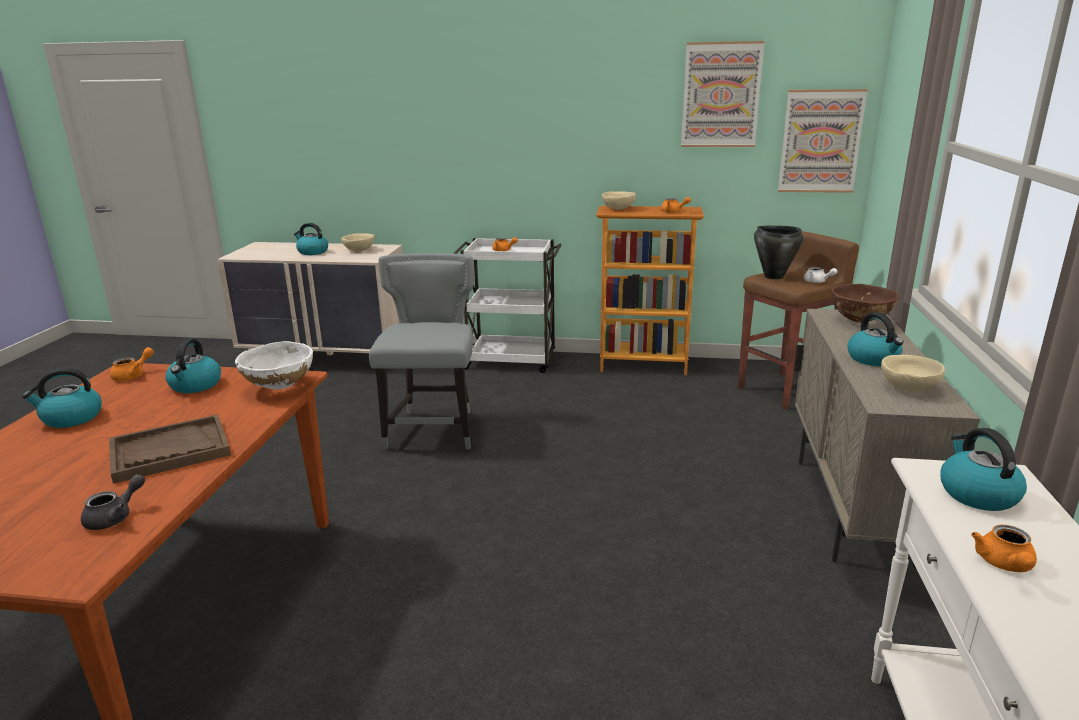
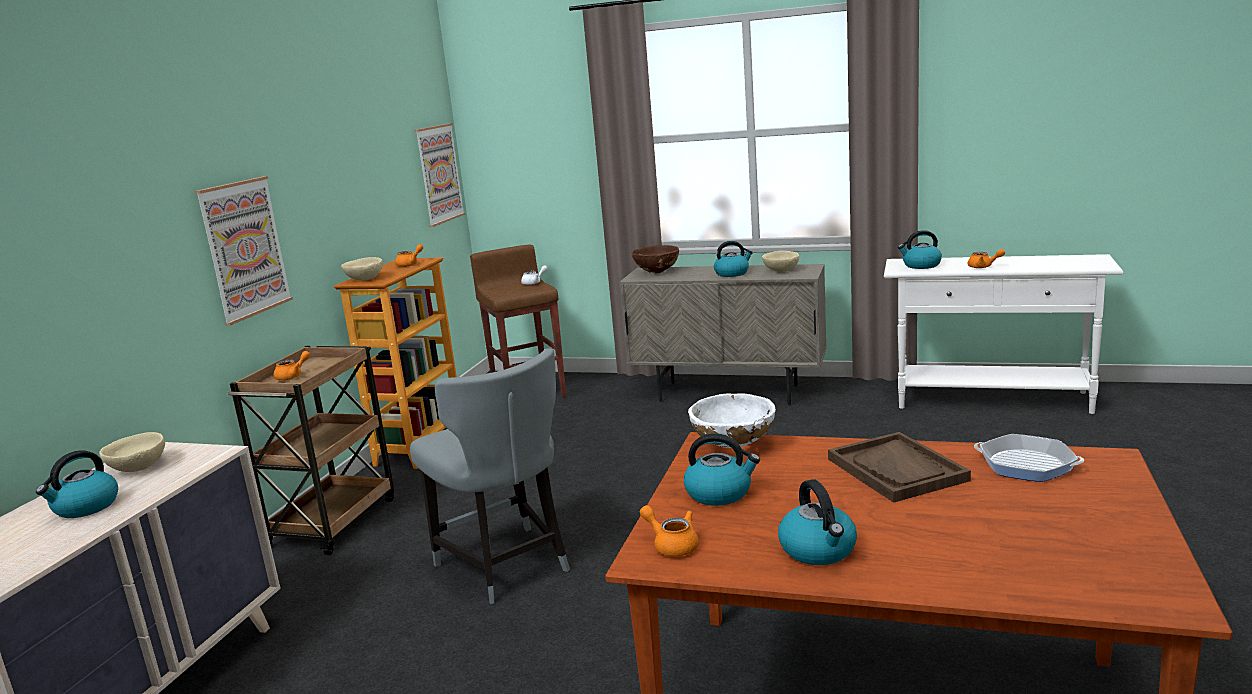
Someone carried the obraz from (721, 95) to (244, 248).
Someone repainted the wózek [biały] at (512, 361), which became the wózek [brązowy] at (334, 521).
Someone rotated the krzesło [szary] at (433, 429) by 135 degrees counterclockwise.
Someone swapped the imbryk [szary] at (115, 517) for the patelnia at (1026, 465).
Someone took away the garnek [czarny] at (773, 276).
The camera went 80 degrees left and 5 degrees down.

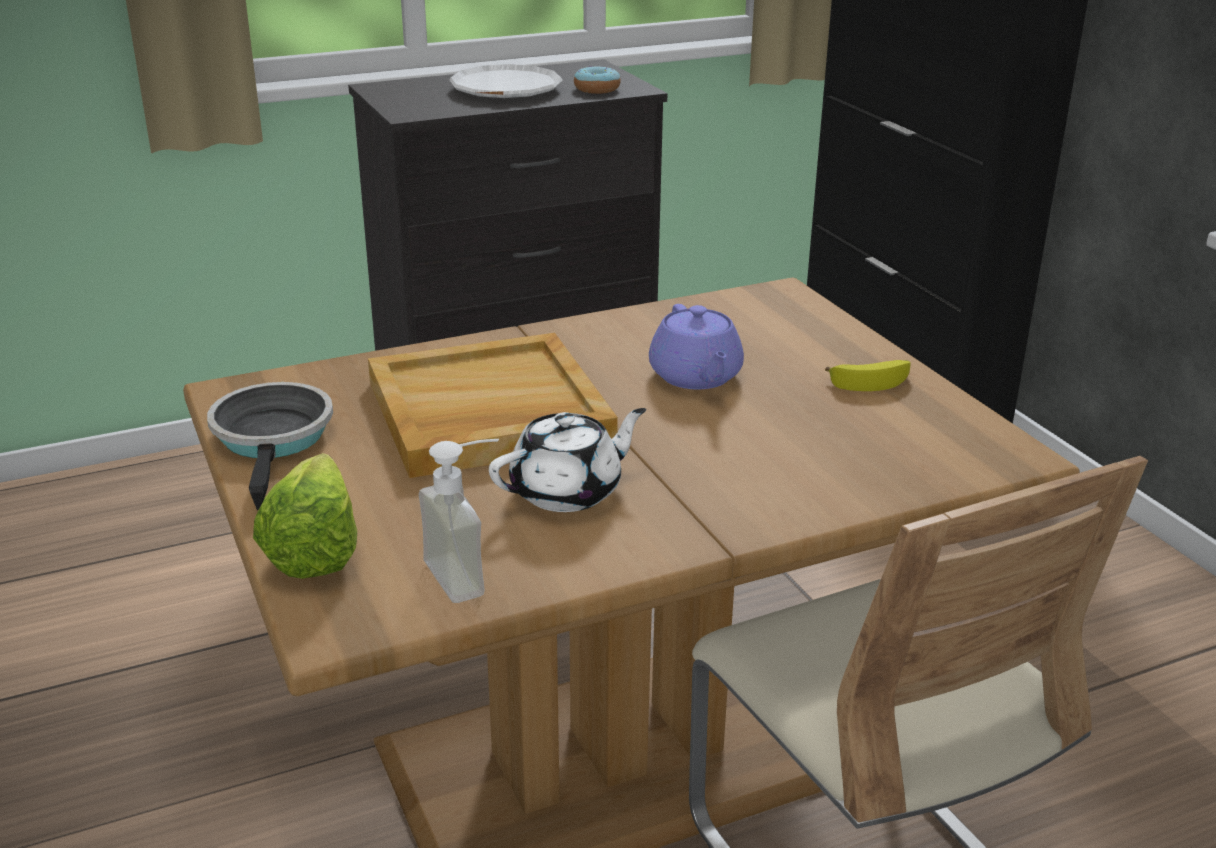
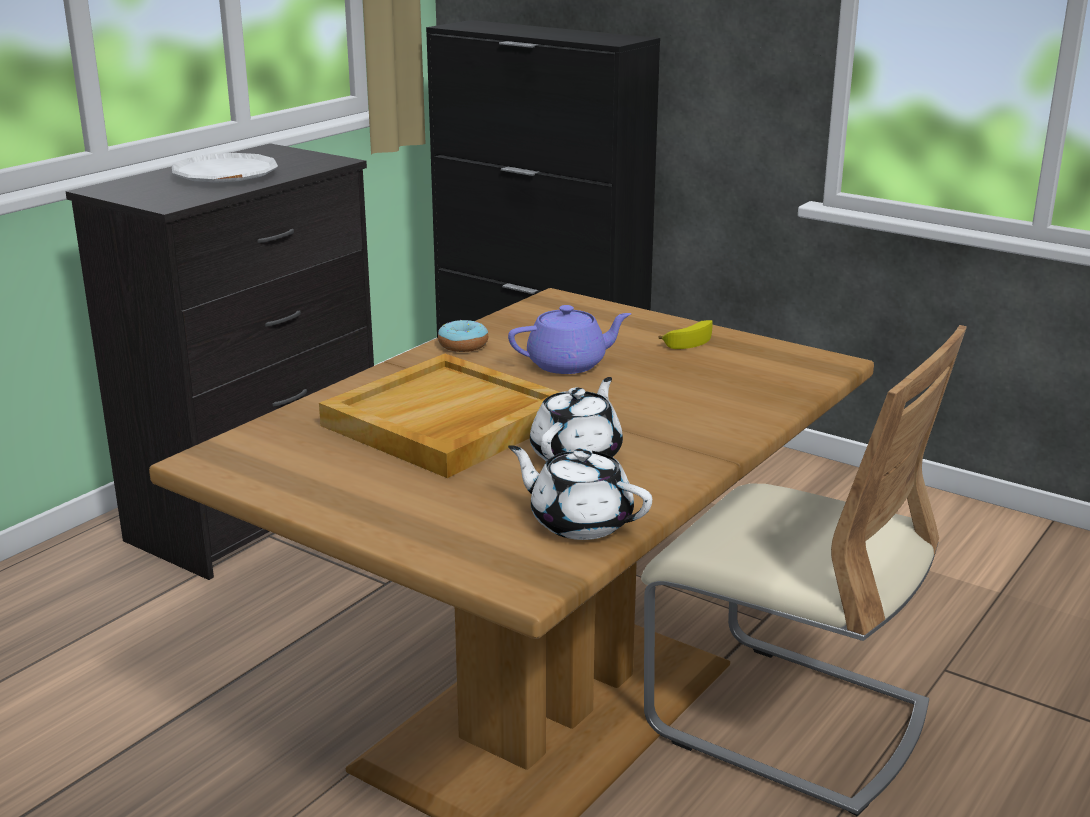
Someone carried the donut from (597, 89) to (463, 345).
Someone rotated the imbryk [fioletowy] at (696, 377) by 60 degrees counterclockwise.
Someone swapped the dozownik mydła at (470, 574) for the imbryk [biały] at (579, 522).
Someone took away the patelnia at (274, 440).
Someone took away the sałata at (320, 543).
The camera went 30 degrees left and 5 degrees down.

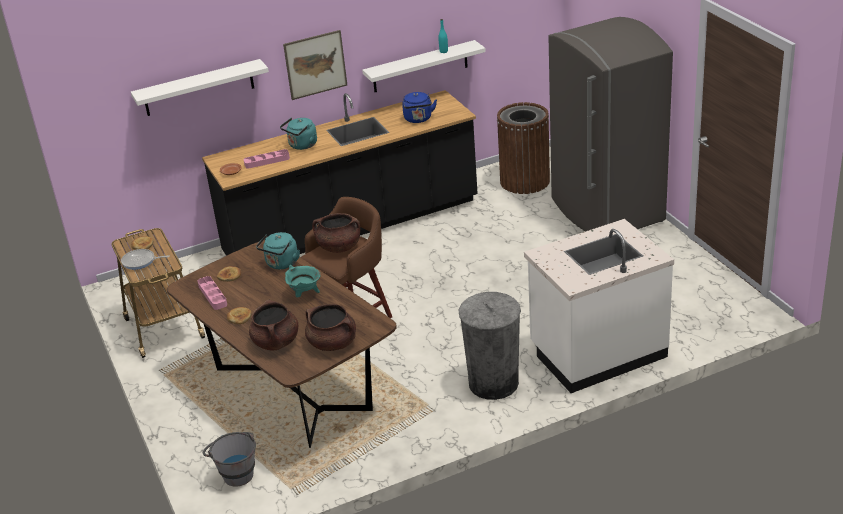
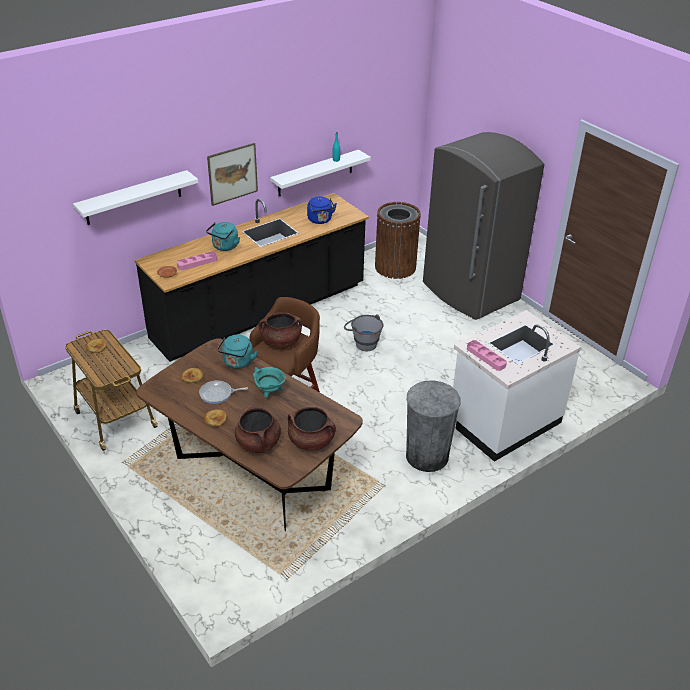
Someone carried the patelnia from (140, 261) to (218, 394).
Someone carried the wiadro [szary] from (235, 472) to (363, 342).
Someone carried the taca [różowy] from (212, 295) to (486, 357).
The camera went 15 degrees left and 5 degrees up.

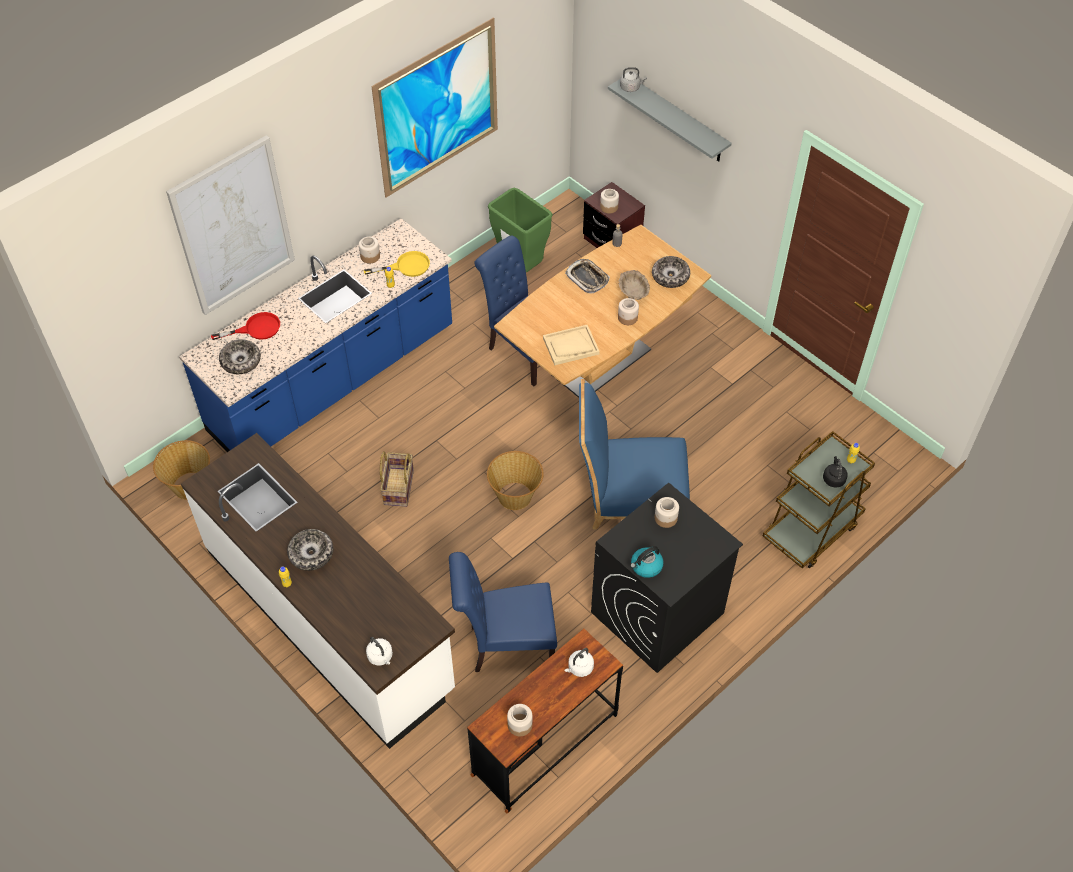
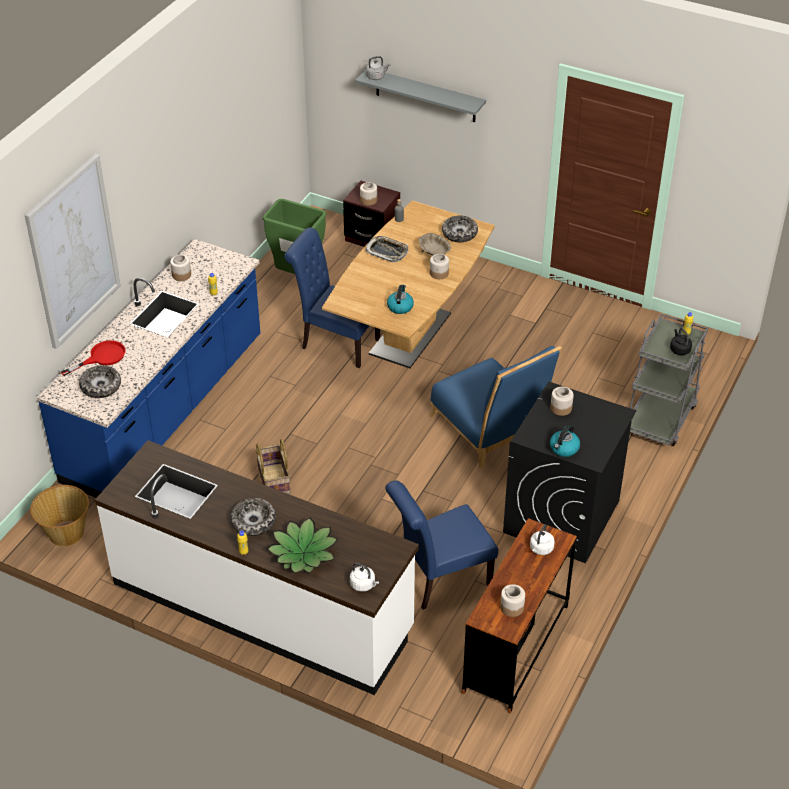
Someone put down the roślina doniczkowa at (303, 553).
Someone swapped the taca [beżowy] at (570, 346) for the czajnik at (400, 306).
Someone rotated the krzesło [niebieski] at (630, 495) by 105 degrees counterclockwise.
Someone repainted the wózek [brązowy] at (811, 530), which became the wózek [szary] at (660, 417).
Someone took away the patelnia [żółty] at (406, 266).
Someone took away the obraz at (438, 108).
Someone took away the koszyk at (515, 496).
The camera went 20 degrees left and 10 degrees down.

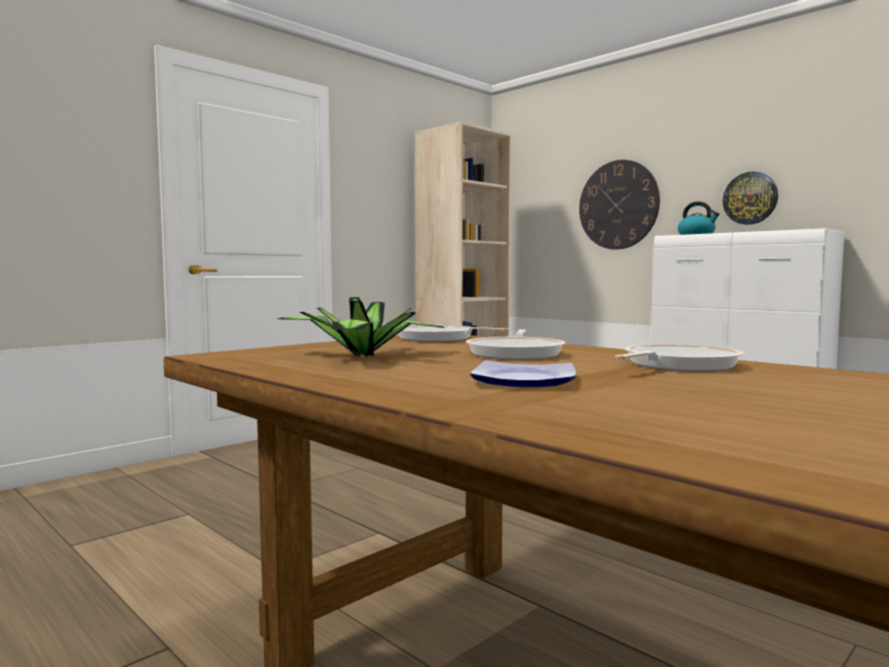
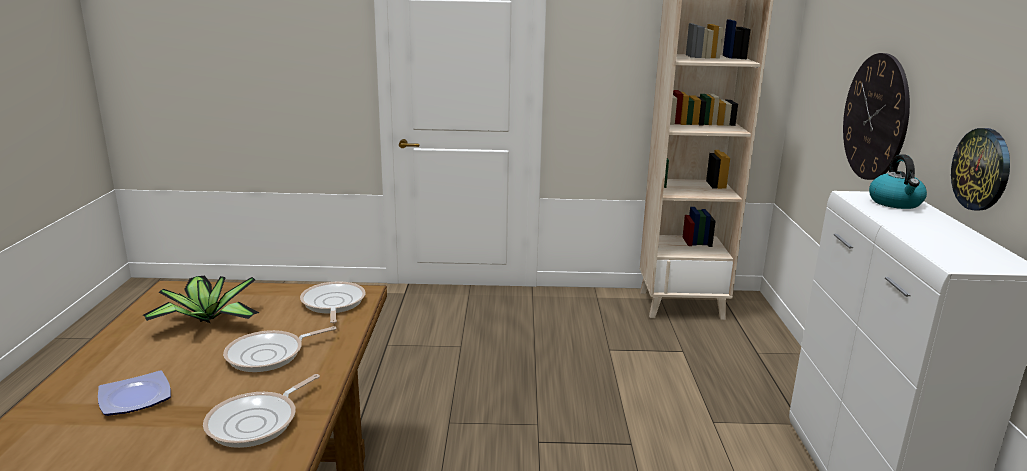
Someone rotated the patelnia at (676, 365) by 120 degrees clockwise.
The camera went 45 degrees right and 15 degrees up.

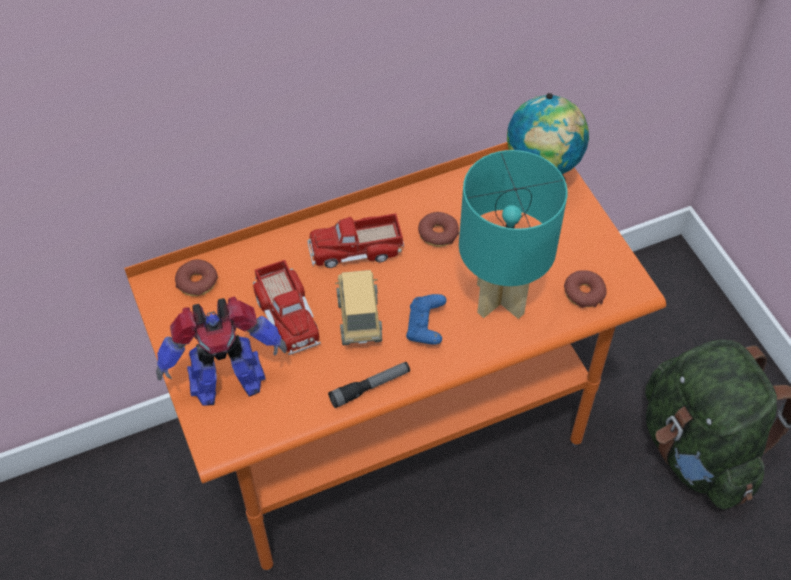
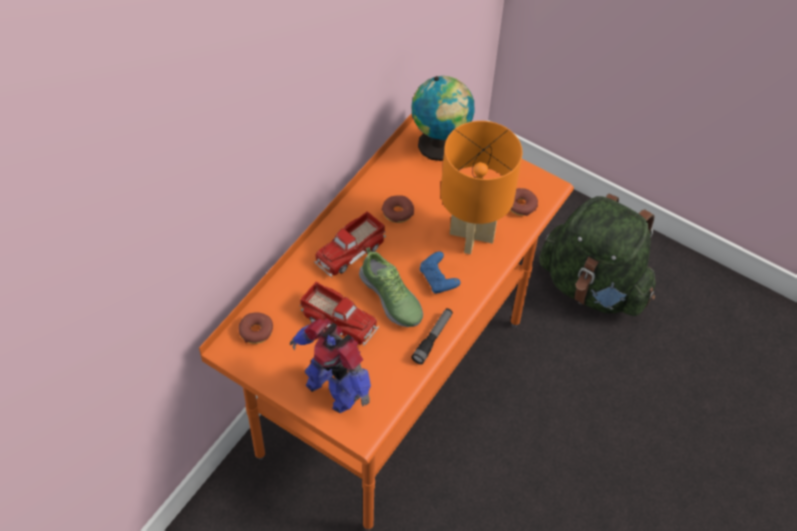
Someone rotated the robot zabawkowy at (226, 382) by 90 degrees clockwise.
Someone swapped the ciężarówka zabawkowa at (359, 321) for the but at (391, 298).
Someone repainted the lampa stołowa [turkusowy] at (500, 298), which became the lampa stołowa [pomarańczowy] at (471, 235).
The camera went 35 degrees left and 0 degrees up.

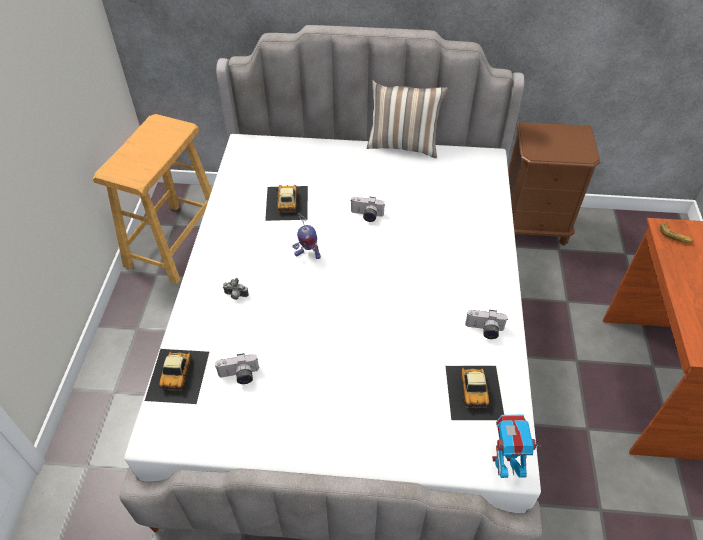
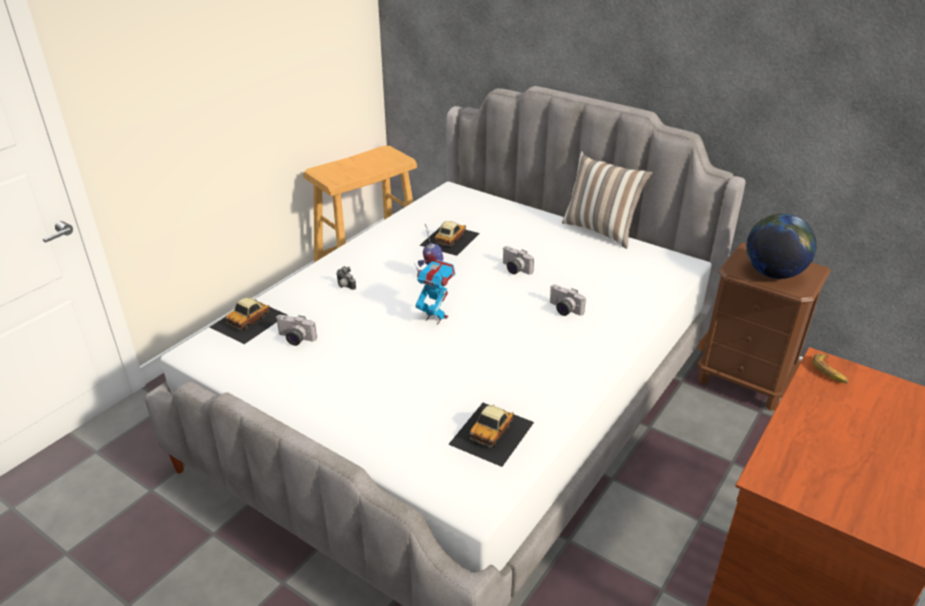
Someone carried the robot zabawkowy from (504, 465) to (436, 318).
Someone carried the aparat fotograficzny from (484, 330) to (563, 310).
Someone put down the globus at (773, 274).
The camera went 30 degrees right and 15 degrees down.

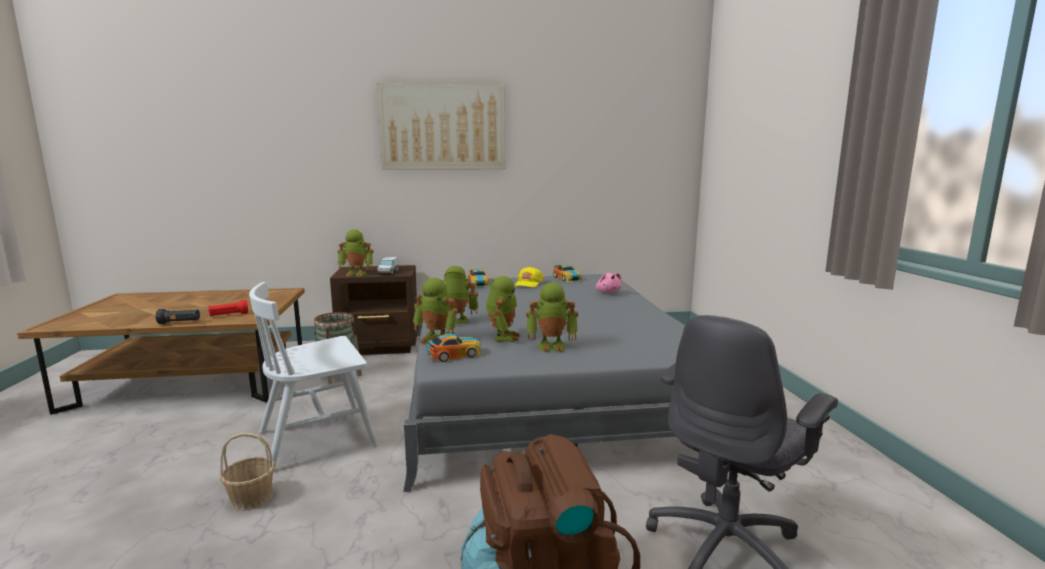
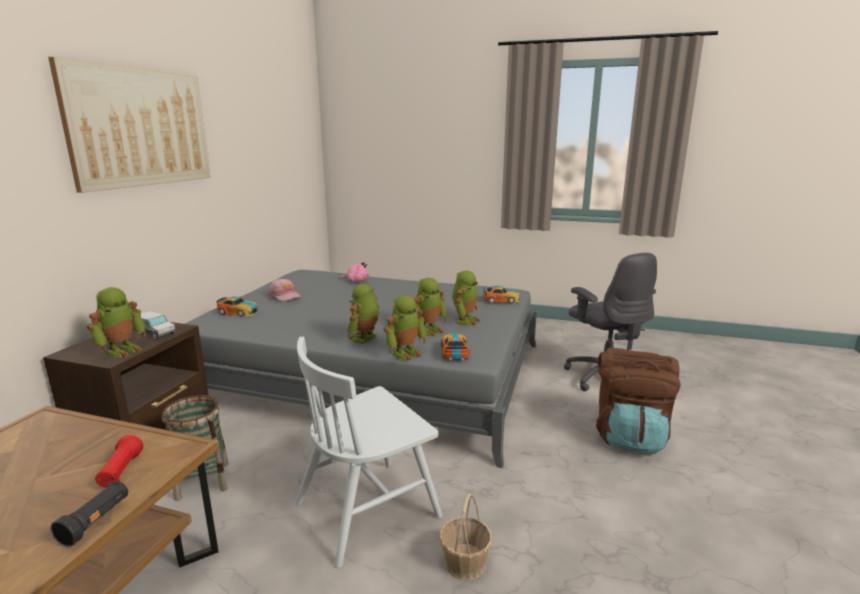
Someone repainted the czapka z daszkiem [żółty] at (528, 283), which became the czapka z daszkiem [różowy] at (285, 295).
Someone rotated the krzesło [biały] at (318, 438) by 60 degrees clockwise.
Someone rotated the robot zabawkowy at (502, 337) by 105 degrees clockwise.
Someone carried the samochodzik from (567, 278) to (501, 300).
The camera went 65 degrees left and 5 degrees up.

